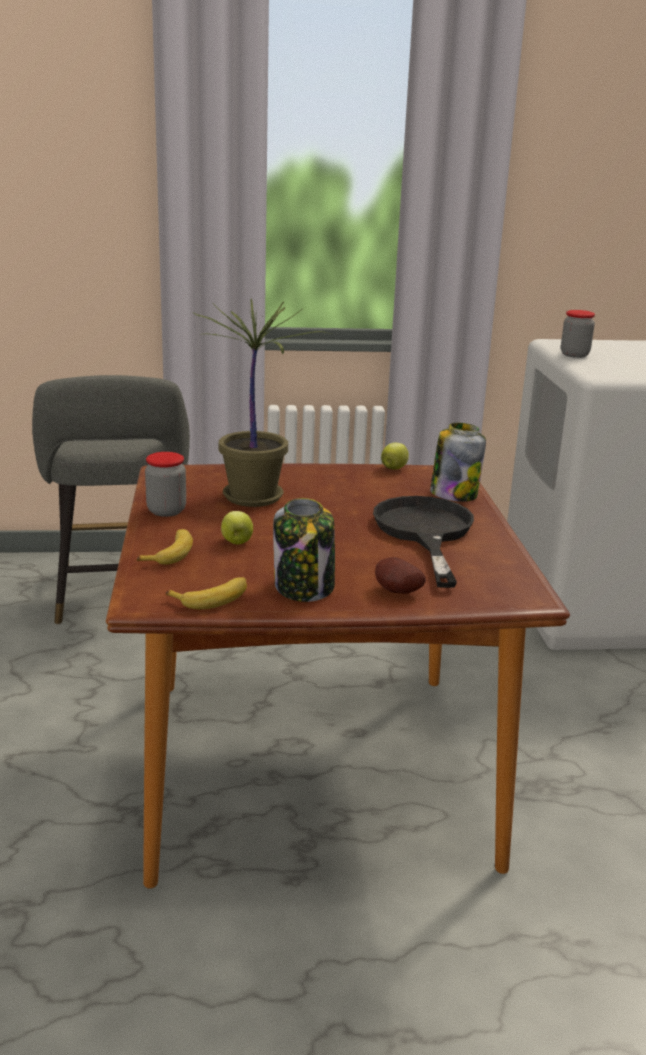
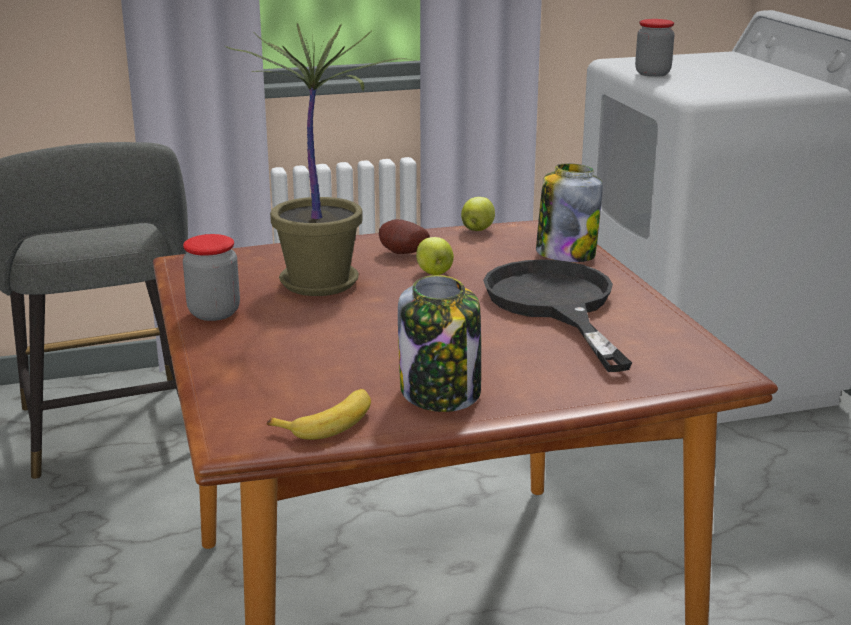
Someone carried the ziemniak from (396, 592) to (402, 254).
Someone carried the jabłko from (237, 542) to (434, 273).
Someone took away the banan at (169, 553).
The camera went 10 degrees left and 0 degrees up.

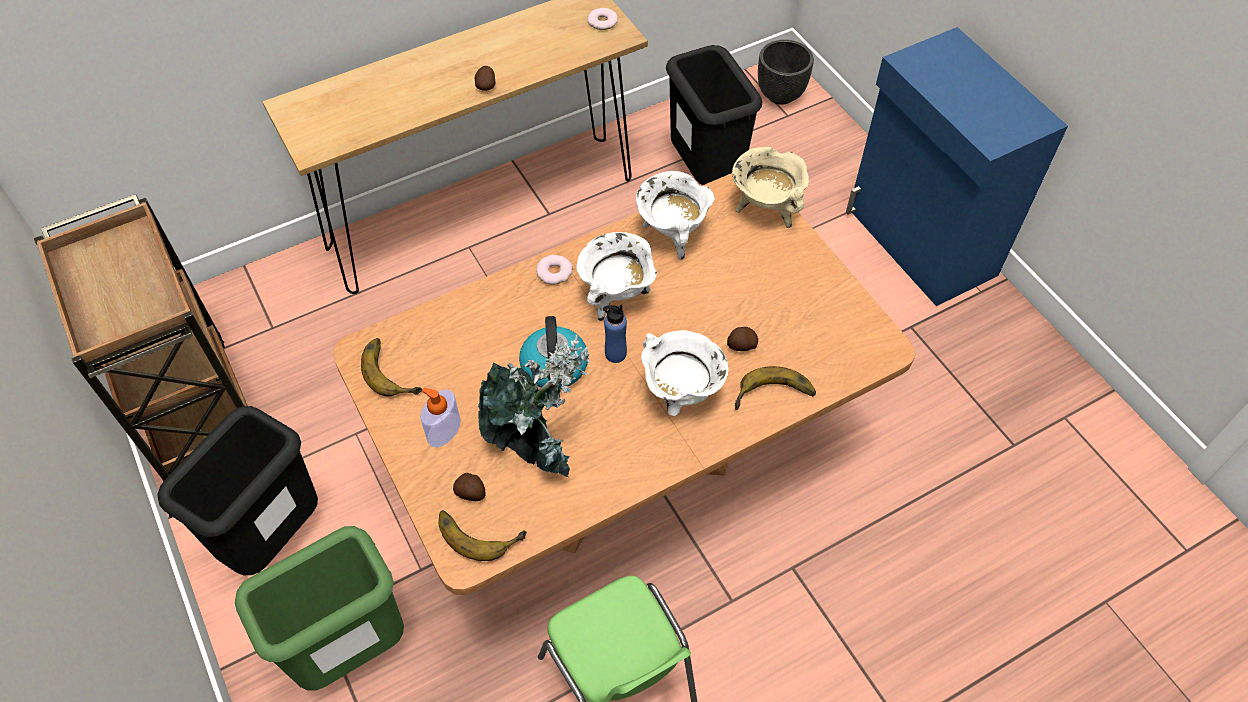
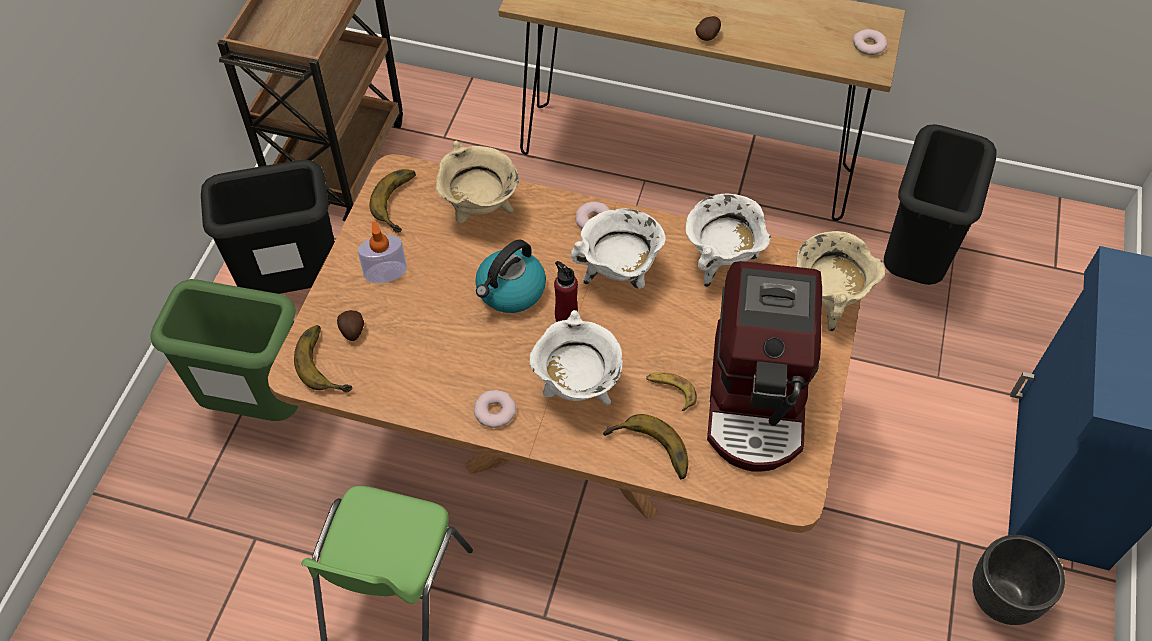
Someone put down the garnek [beżowy] at (480, 210).
Someone put down the donut at (494, 411).
Someone repainted the butelka [niebieski] at (615, 354), which became the butelka [czerwony] at (566, 317).
Someone swapped the ziemniak at (741, 346) for the banan at (671, 391).
Someone put down the ekspres do kawy at (758, 399).
Someone carried the donica [czarny] from (781, 95) to (1002, 599).
Someone took away the roślina doniczkowa at (536, 444).
The camera went 45 degrees right and 0 degrees up.

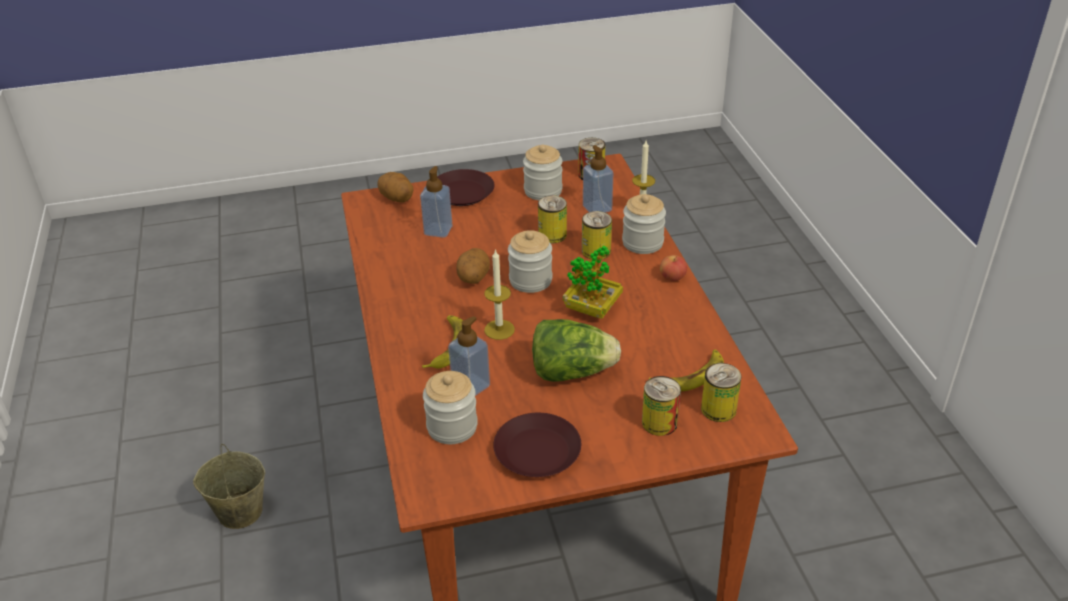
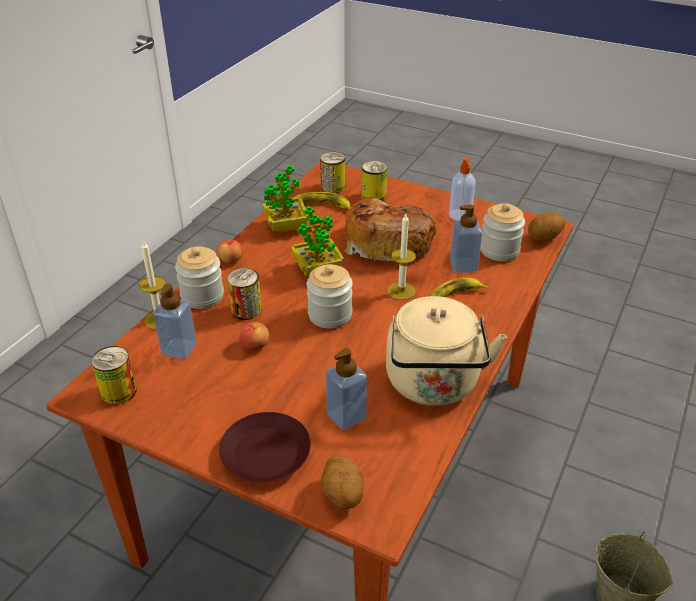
Someone swapped the puszka at (552, 235) for the jabłko at (255, 345).
Someone put down the roślina doniczkowa at (286, 226).
Someone swapped the sałata at (571, 372) for the chleb at (387, 241).
Someone put down the czajnik [beżowy] at (434, 385).
Someone swapped the talerz [brązowy] at (537, 452) for the dozownik mydła at (460, 215).
Someone carried the ziemniak from (473, 278) to (544, 238).
Someone took away the słoik at (543, 191).
The camera went 140 degrees left and 0 degrees up.

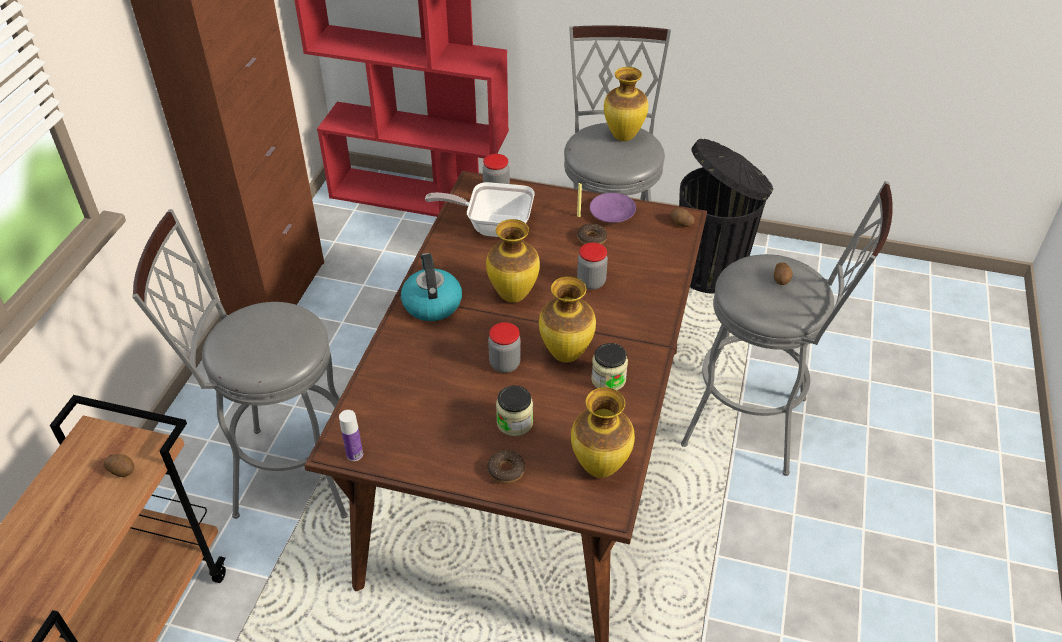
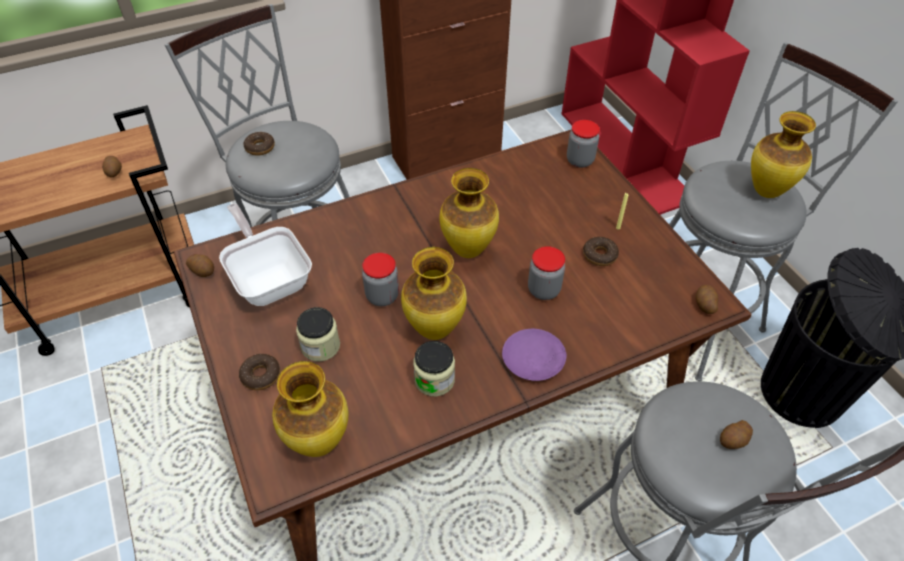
Someone swapped the butelka at (354, 454) for the ziemniak at (203, 270).
Someone carried the patelnia from (493, 226) to (269, 278).
Someone put down the donut at (260, 147).
Someone carried the talerz [fioletowy] from (613, 213) to (534, 359).
Someone took away the czajnik at (431, 303).
The camera went 50 degrees right and 5 degrees up.

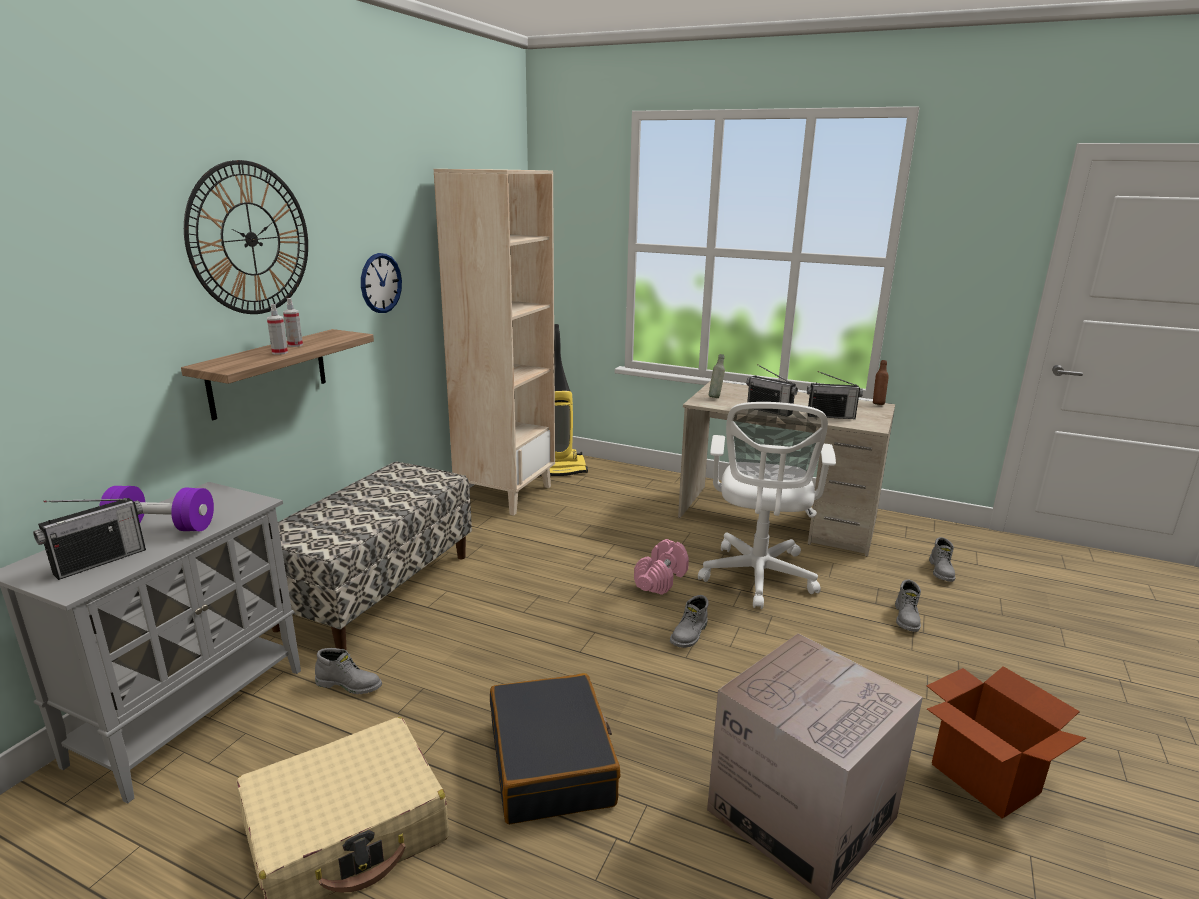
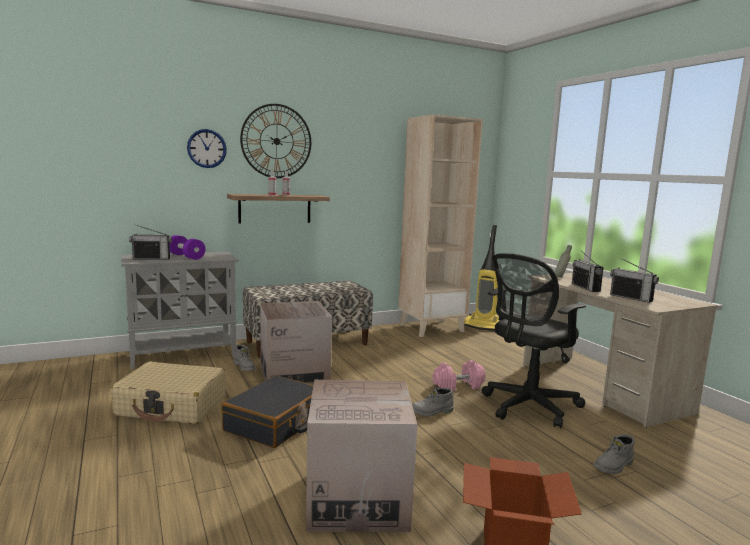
Someone carried the zegar ścienny from (381, 283) to (207, 148).
Someone put down the karton at (294, 374).
Someone repainted the krzesło biurowe [biały] at (757, 578), which became the krzesło biurowe [czarny] at (527, 407).
Someone took away the butelka [brązowy] at (877, 404).
Someone took away the but z cholewką [szary] at (941, 571).
The camera went 40 degrees right and 10 degrees down.

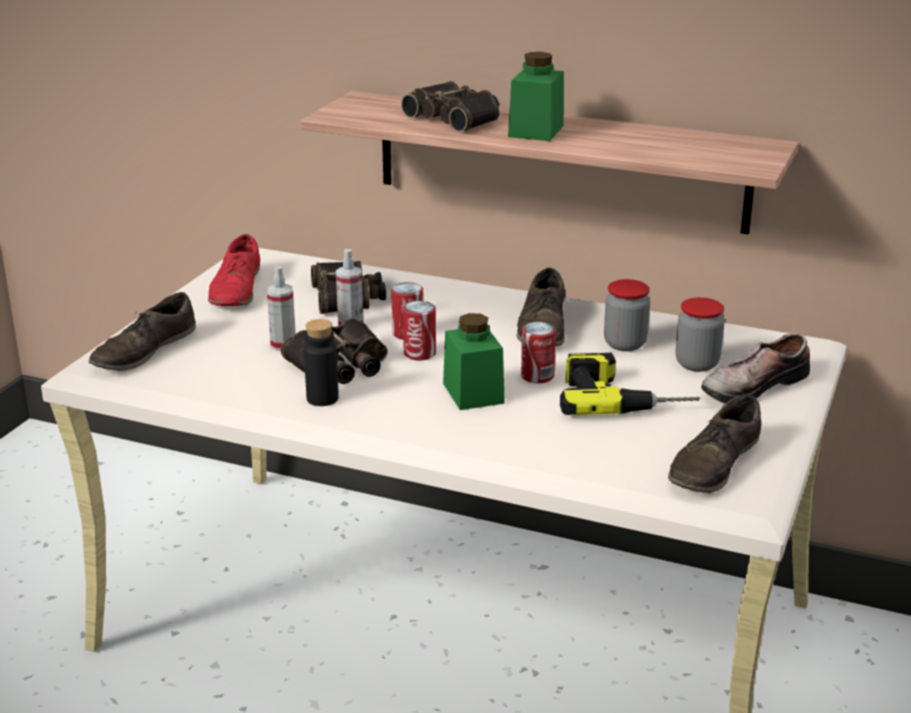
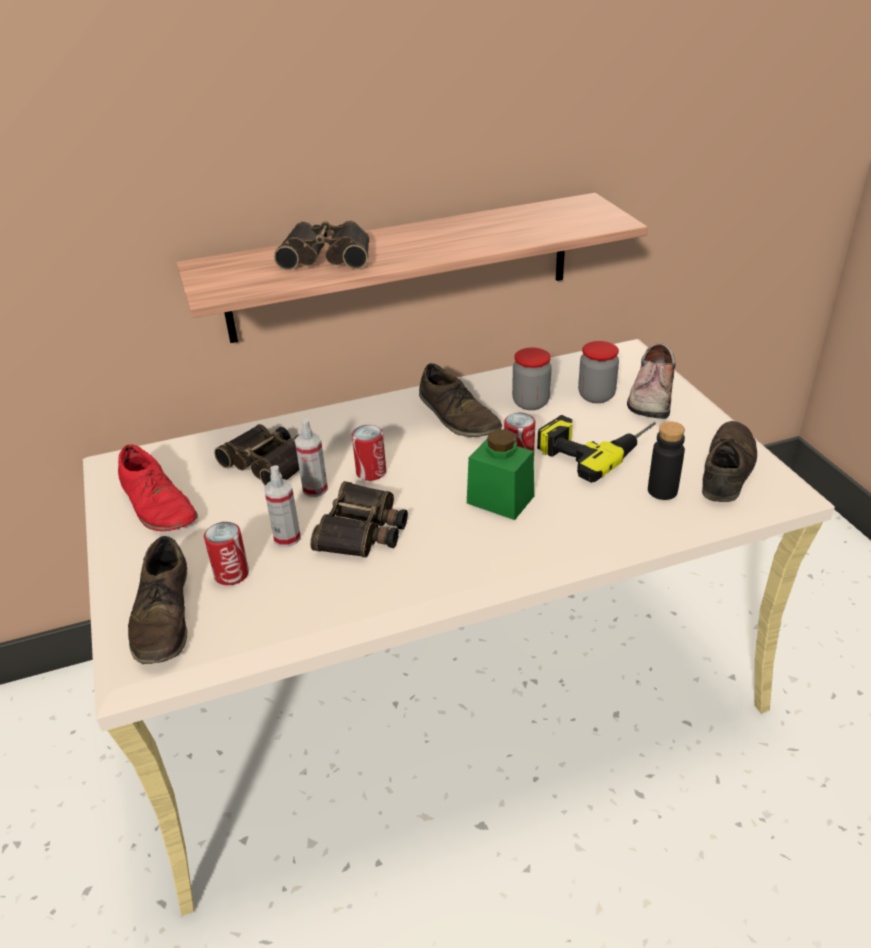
Someone carried the puszka from (419, 353) to (231, 574).
Someone carried the butelka [czarny] from (322, 398) to (662, 491).
Someone rotated the but [brązowy] at (714, 464) by 150 degrees counterclockwise.
Someone took away the słoik [zielony] at (536, 131).
The camera went 40 degrees left and 10 degrees up.

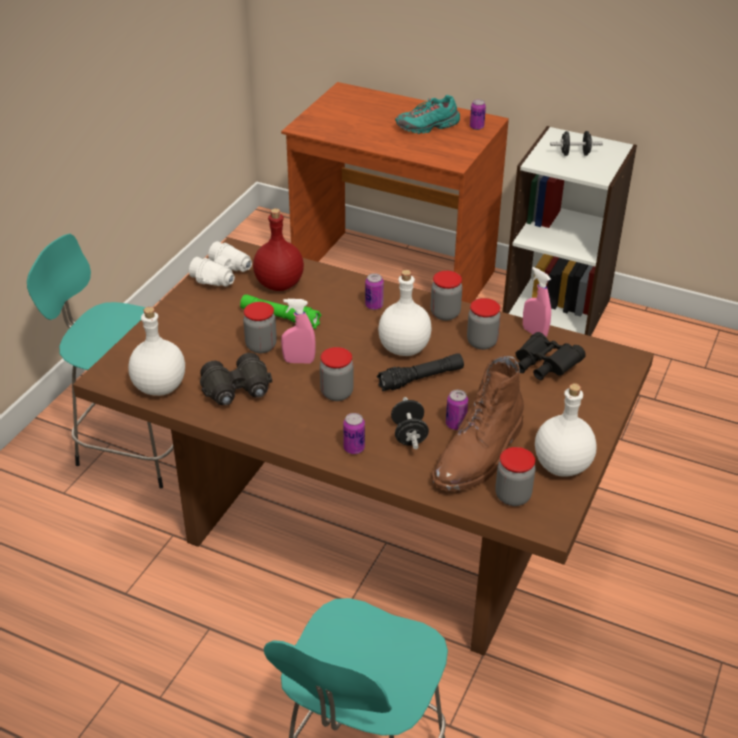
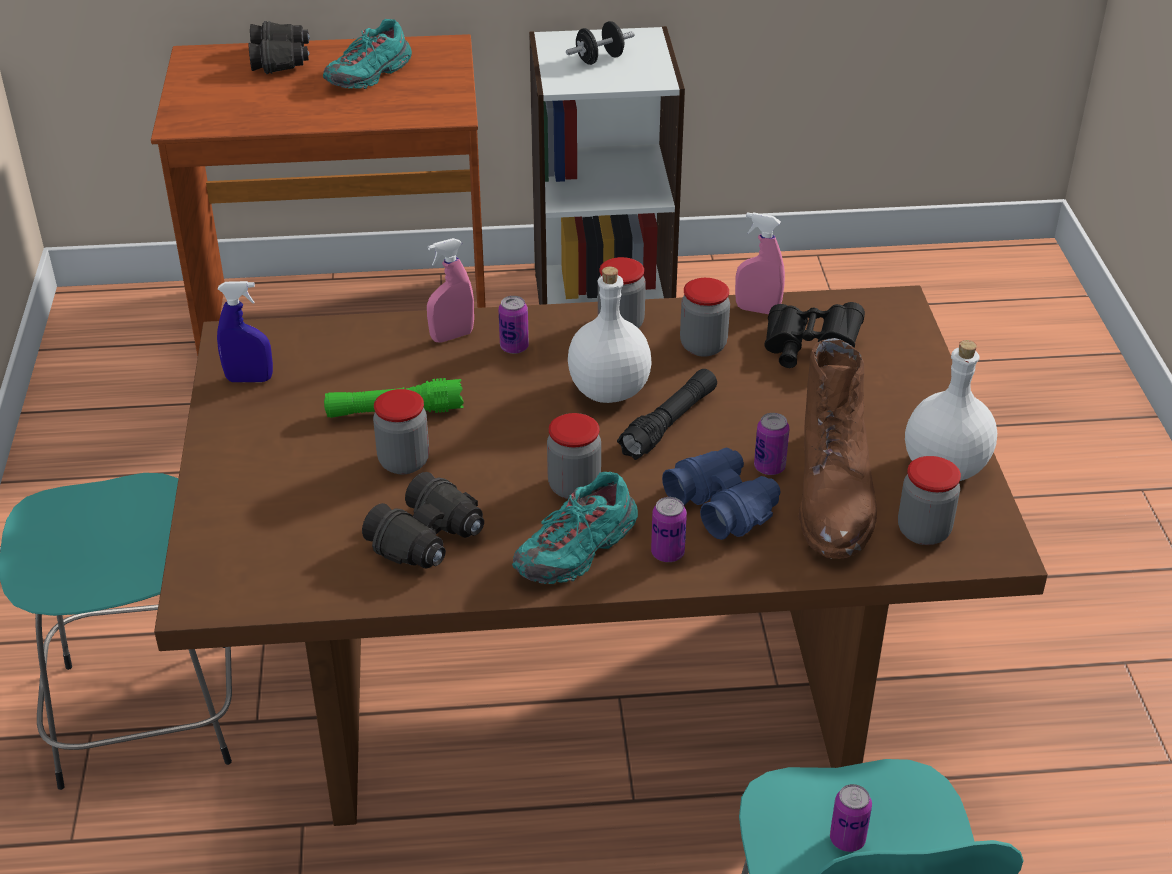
Someone swapped the lornetka [biały] at (223, 275) for the spryskiwacz [niebieski] at (249, 379).
Someone put down the lornetka [czarny] at (281, 60).
Someone carried the spryskiwacz [różowy] from (299, 361) to (452, 336).
Someone put down the but [turkusowy] at (577, 551).
Someone swapped the hantel [czarny] at (409, 435) for the lornetka [niebieski] at (723, 505).
Someone carried the puszka from (476, 127) to (847, 839).
Someone took away the butelka [biały] at (160, 387).
Someone took away the butelka [czerwony] at (279, 284).
The camera went 30 degrees left and 0 degrees up.

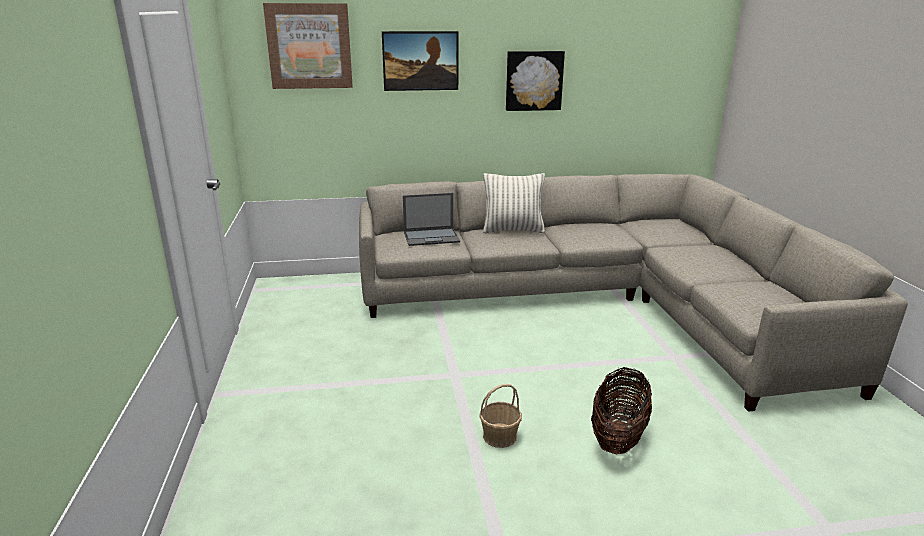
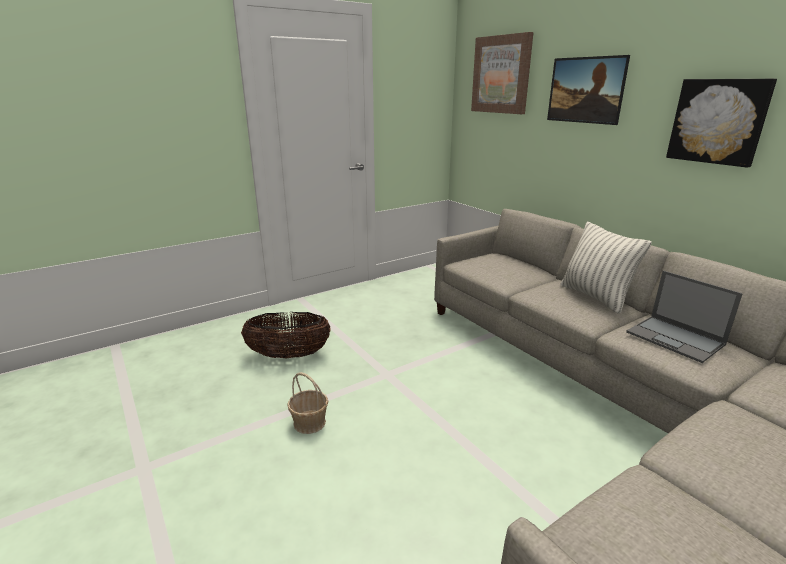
Someone carried the koszyk from (618, 437) to (289, 355).
Someone carried the laptop from (432, 237) to (676, 339).
The camera went 65 degrees right and 0 degrees up.

